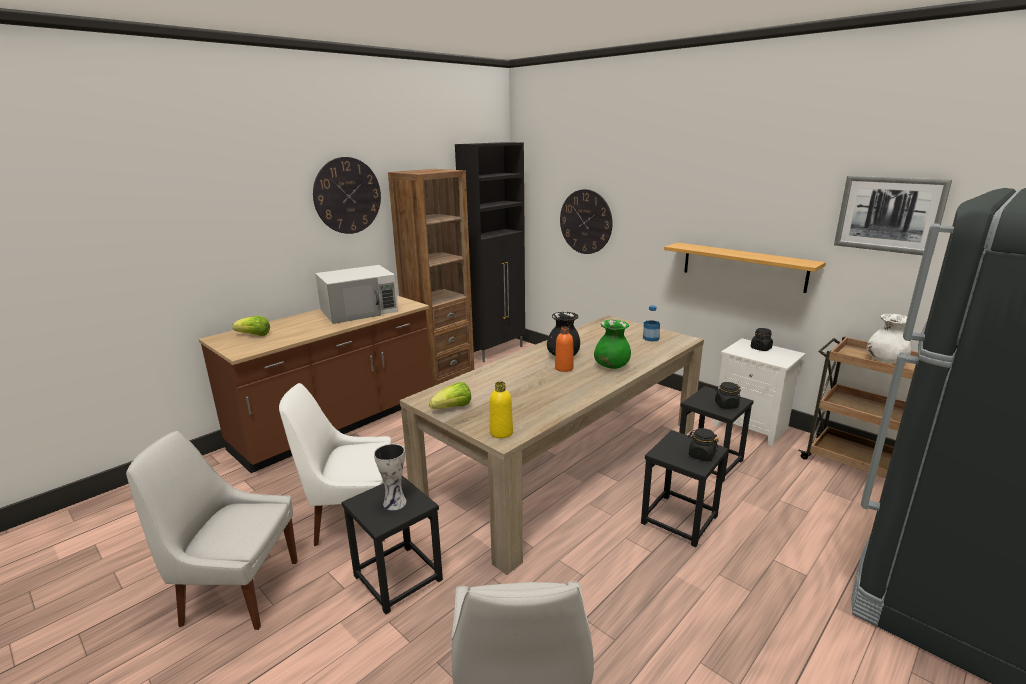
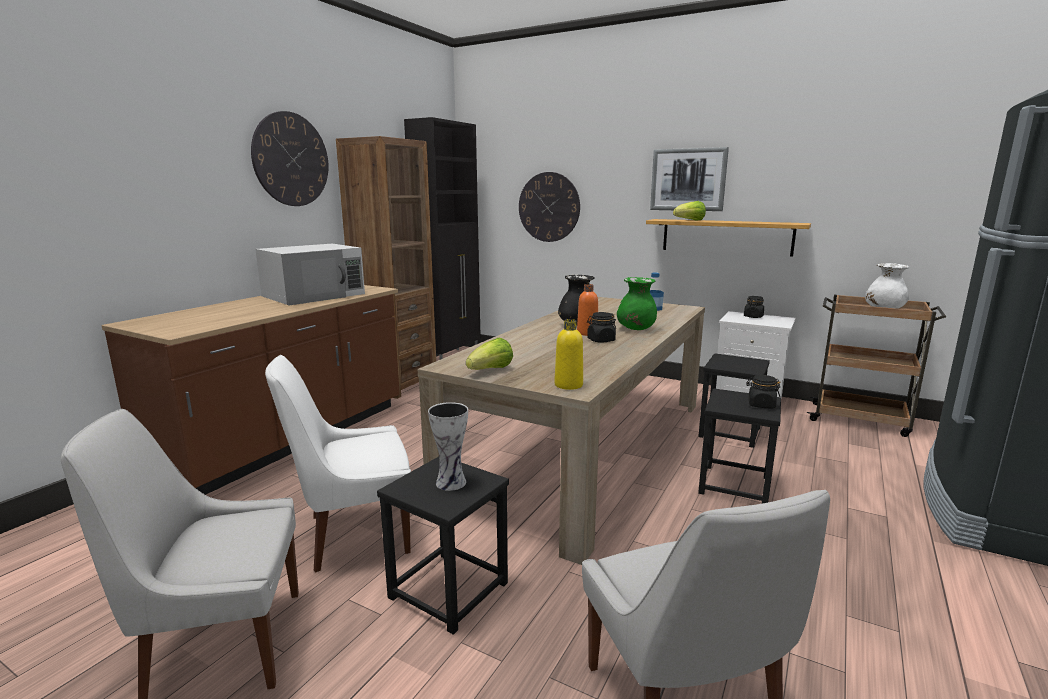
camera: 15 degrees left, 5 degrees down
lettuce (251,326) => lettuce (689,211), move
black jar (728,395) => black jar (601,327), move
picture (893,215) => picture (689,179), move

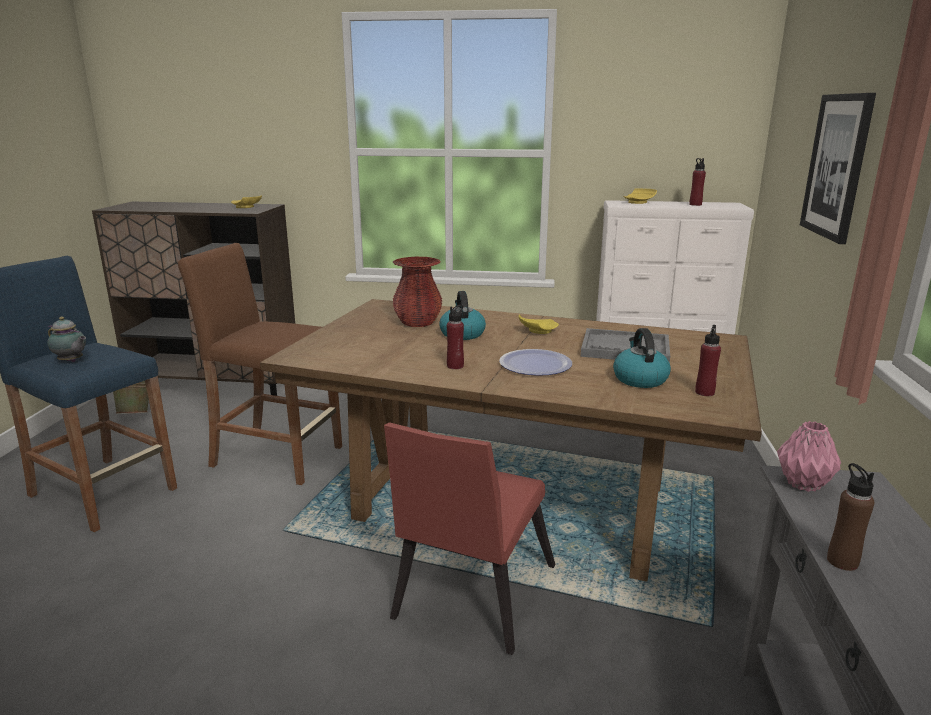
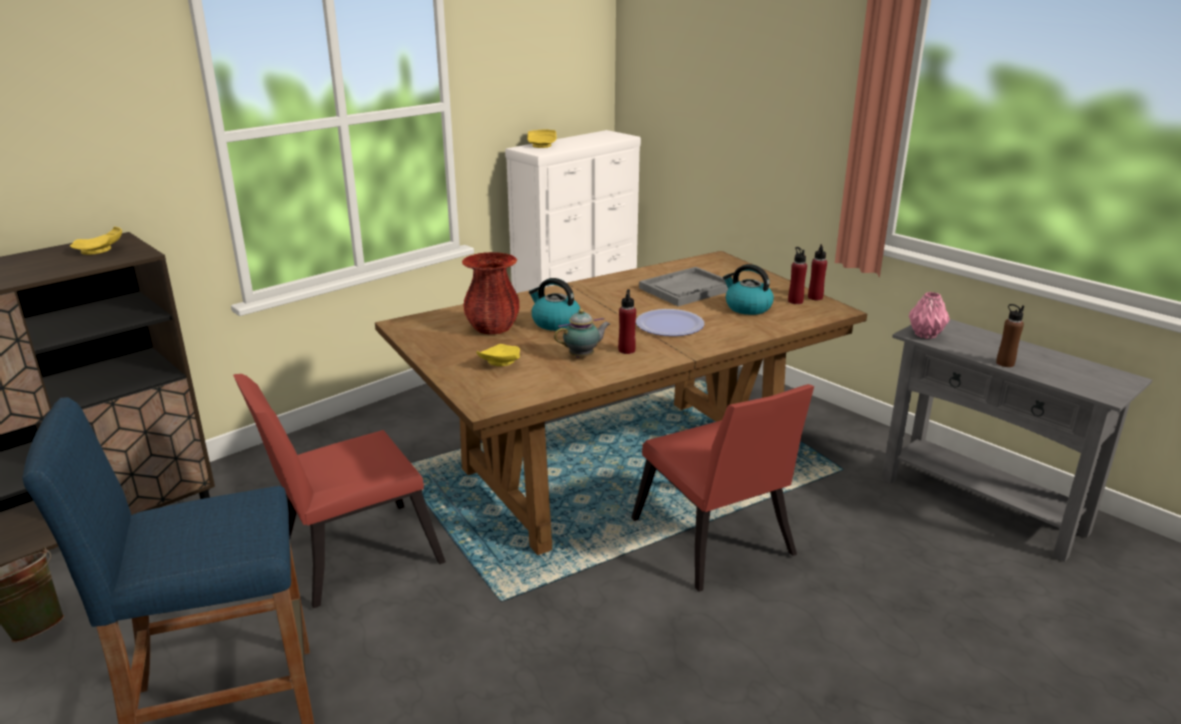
camera: 50 degrees left, 5 degrees up
teapot (66,339) => teapot (582,333), move
brown stool (260,364) => red chair (339,491)
yellow plate (539,324) => yellow plate (498,355), move
red bottle (697,182) => red bottle (817,272), move
picture (838,168) => nothing

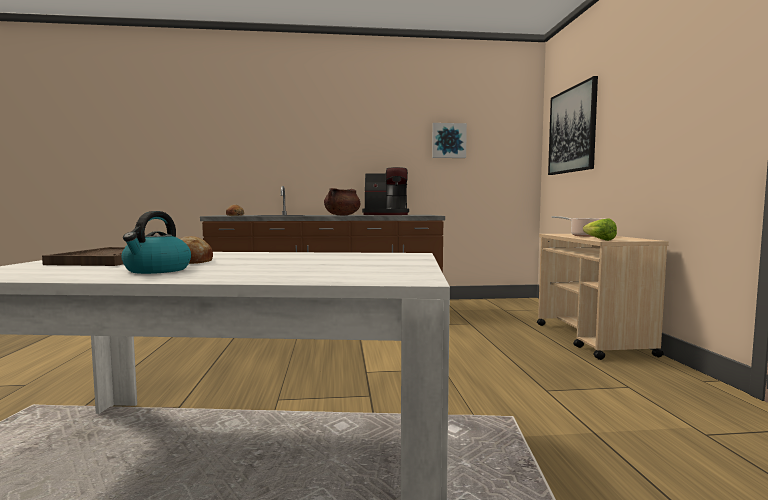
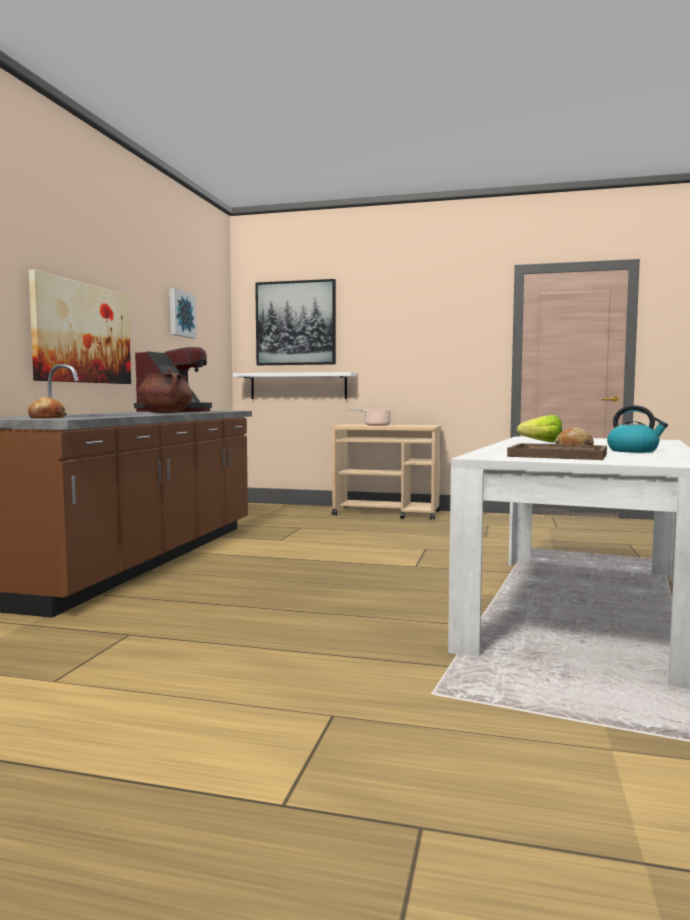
camera: 70 degrees left, 0 degrees up
lettuce (600,230) => lettuce (539,428), move
nothing => picture (79,327)
nothing => white shelf (295,385)

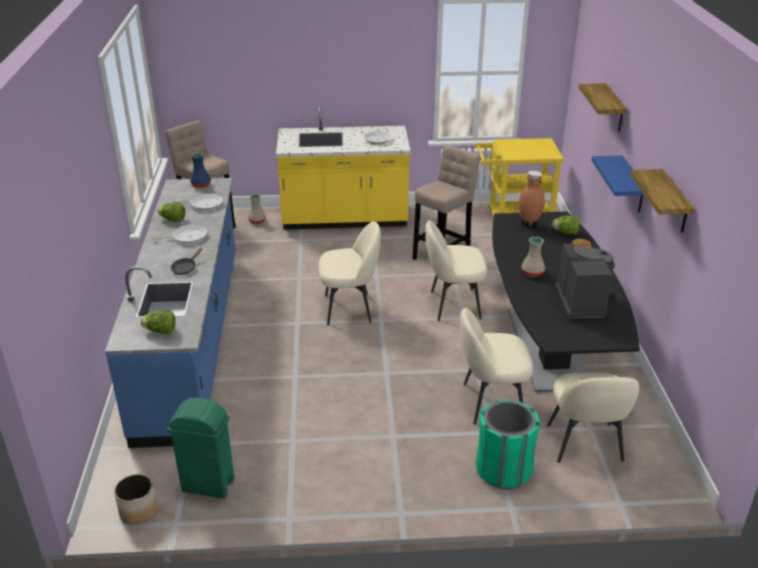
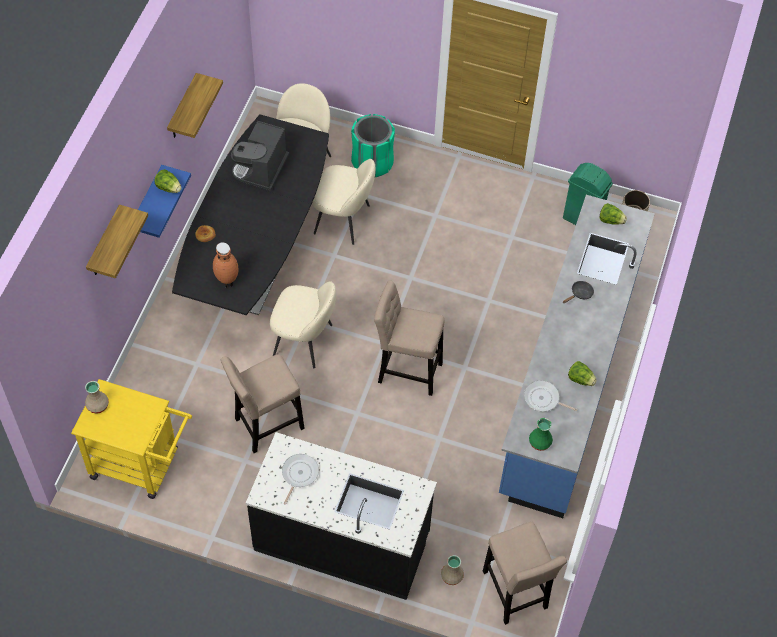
camera: 160 degrees left, 25 degrees up
frying pan (179,234) => nothing
blue vase (200,170) => green vase (541,434)
yellow counter (343,168) => black counter (341,516)
beige chair (350,273) => beige stool (409,338)
beige vase (533,257) => beige vase (97,397), move
lettuce (566,225) => lettuce (168,181), move

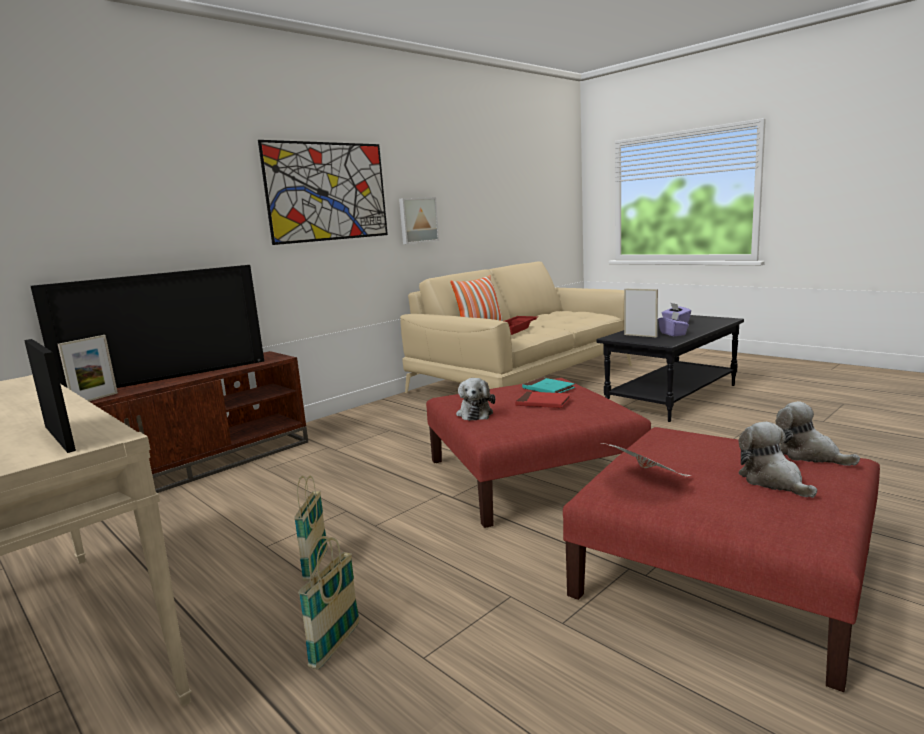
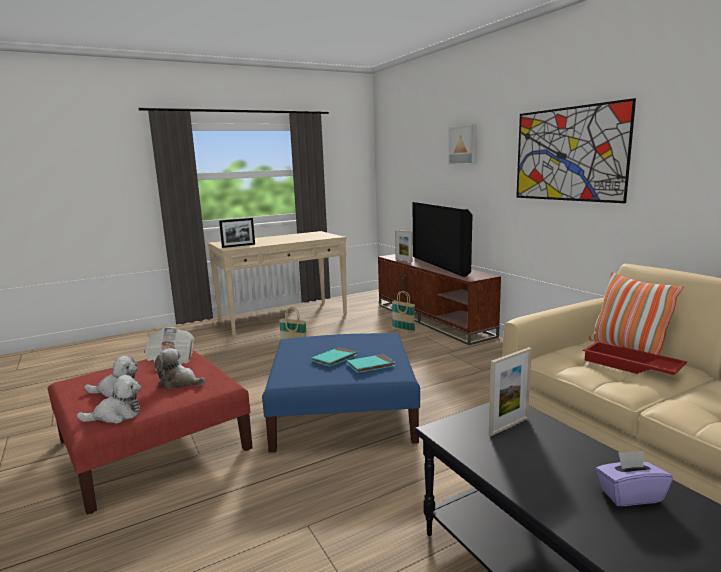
camera: 105 degrees right, 0 degrees up
basket (329,602) => basket (403,312), move
picture (419,220) => picture (462,144), move
red ottoman (538,453) => blue ottoman (341,392)
plush toy (475,399) => plush toy (179,368), move
red book (543,400) => turquoise book (334,357)
purple tissue box (673,323) => nothing

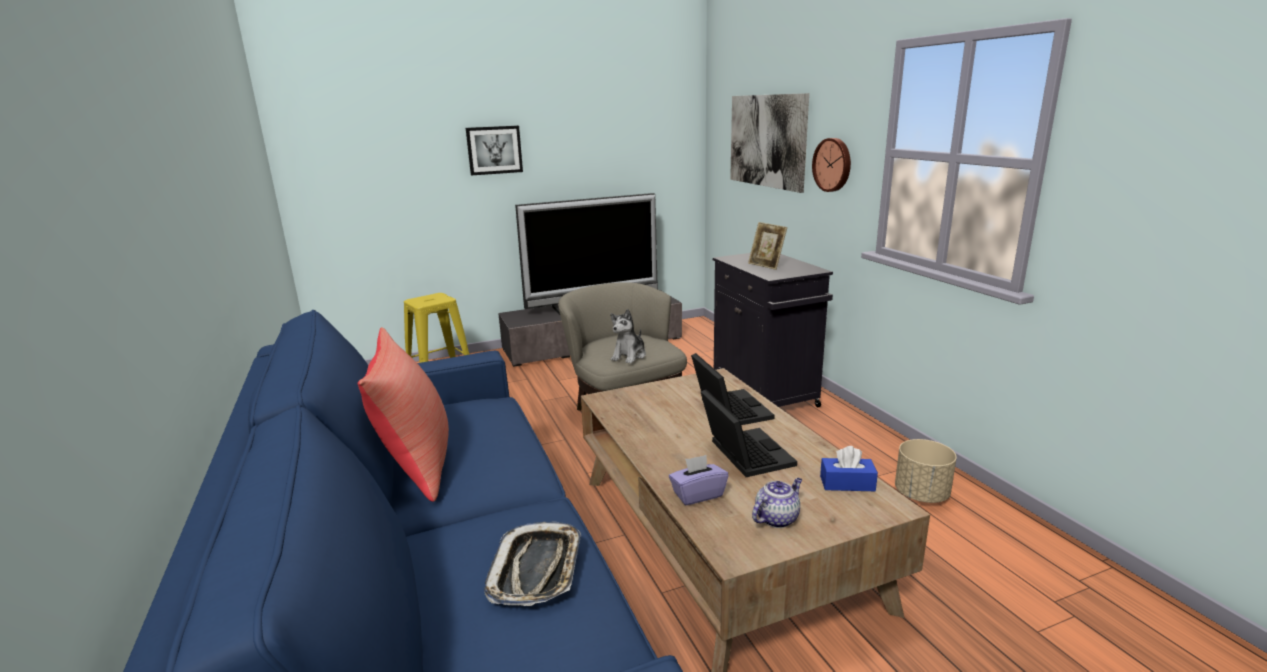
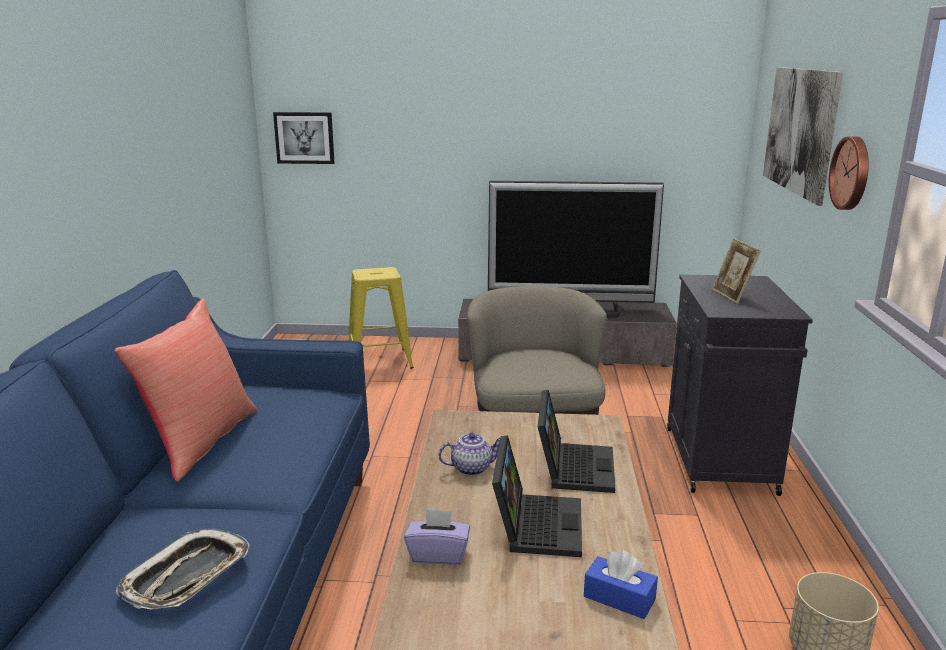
camera: 25 degrees right, 0 degrees up
picture (494,151) => picture (303,138), move
plush toy (628,336) => nothing
teapot (777,503) => teapot (469,454), move

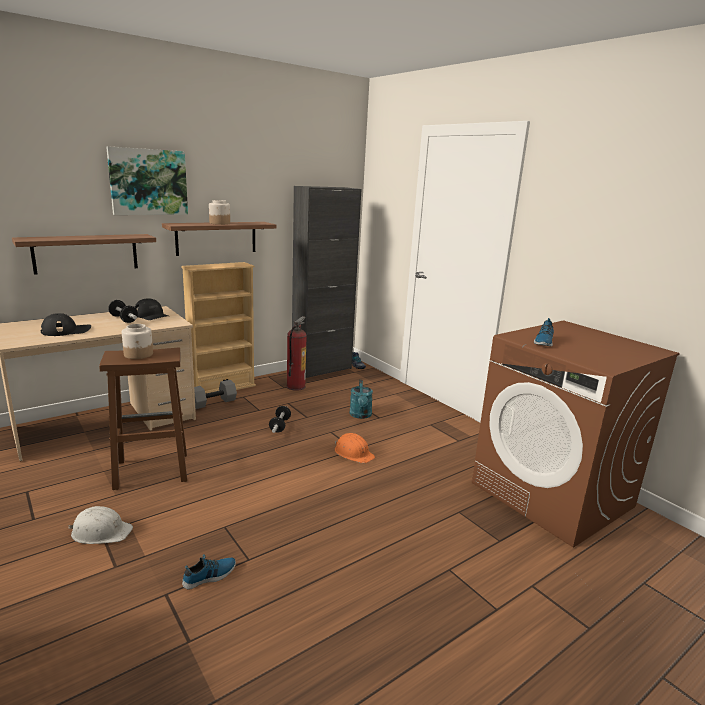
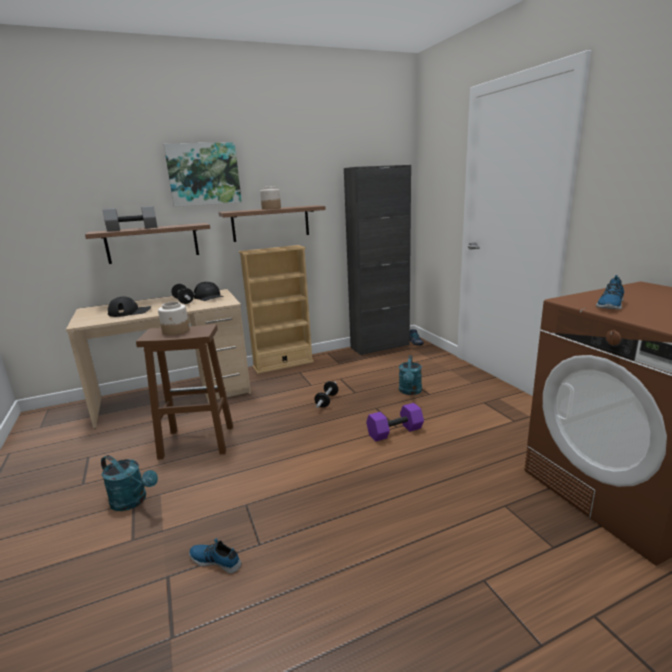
camera: 15 degrees right, 0 degrees up
white hard hat (100,525) => turquoise watering can (129,483)
shoe (209,572) => shoe (215,555), 135 degrees counterclockwise
grey dumbbell (215,394) => grey dumbbell (130,218), move
fire extinguisher (297,353) => nothing
orange hard hat (355,448) => purple dumbbell (395,422)

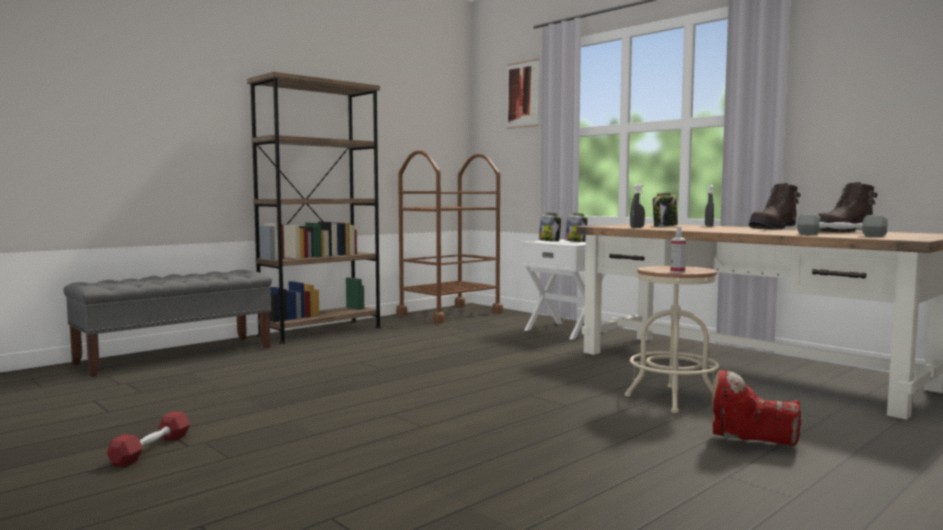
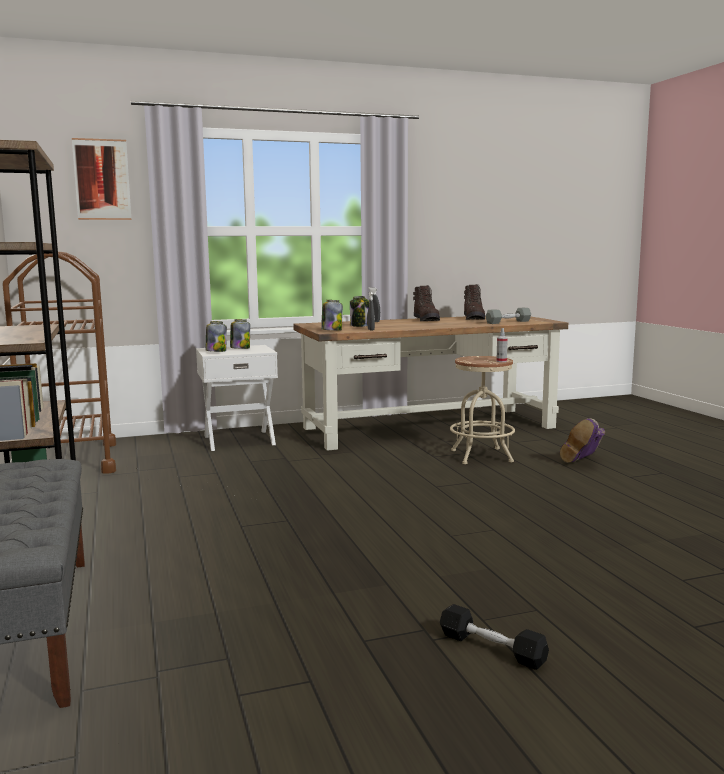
camera: 65 degrees left, 5 degrees up
red dumbbell (148,439) => black dumbbell (494,637)
red boot (756,408) => purple boot (582,440)
nothing => jar (332,315)

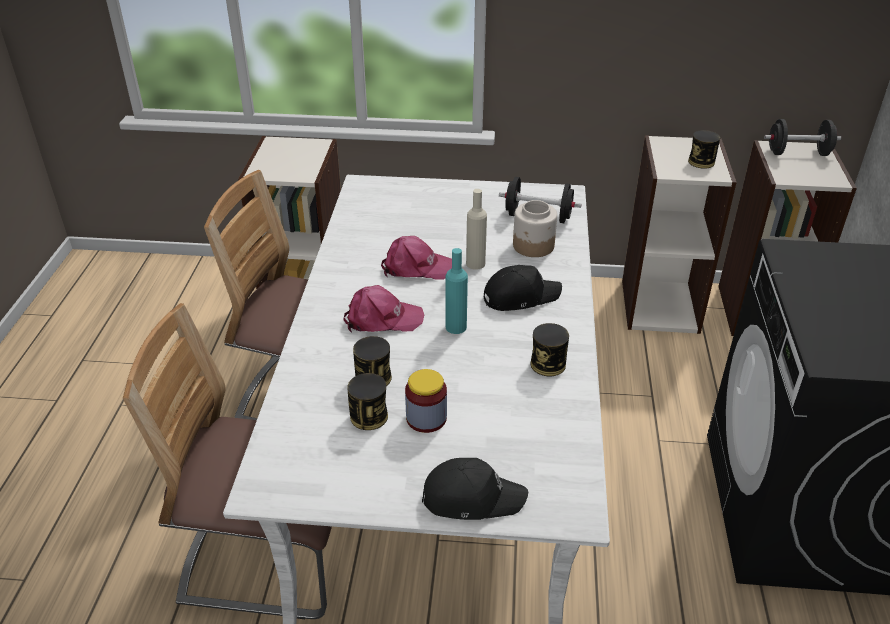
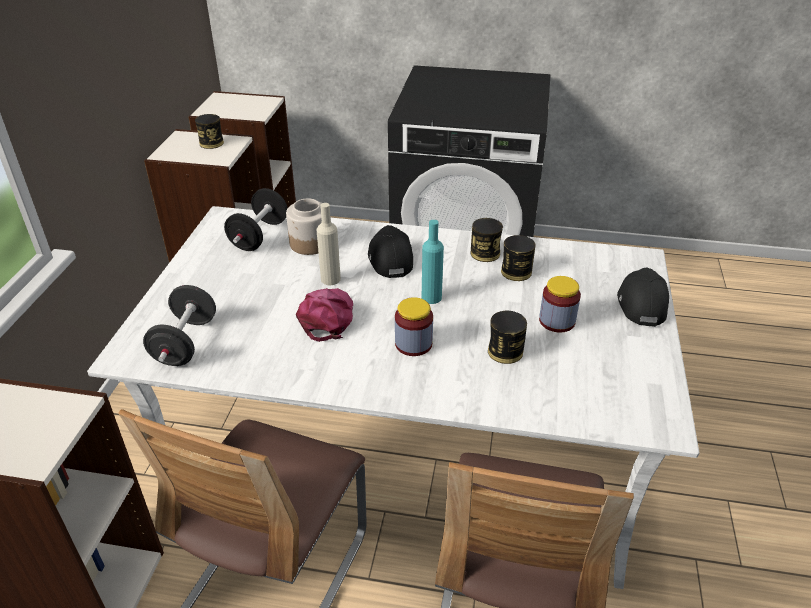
camera: 85 degrees left, 0 degrees up
pink cap (383,309) => jar (414,326)
can (367,401) => can (518,258), move
black dumbbell (802,137) => black dumbbell (179,325), move

